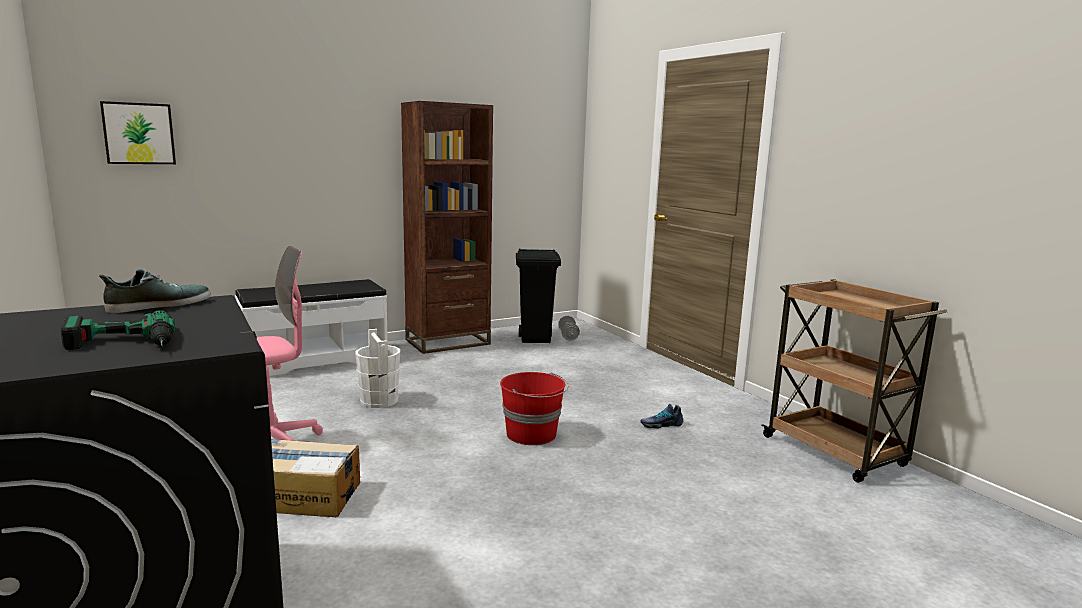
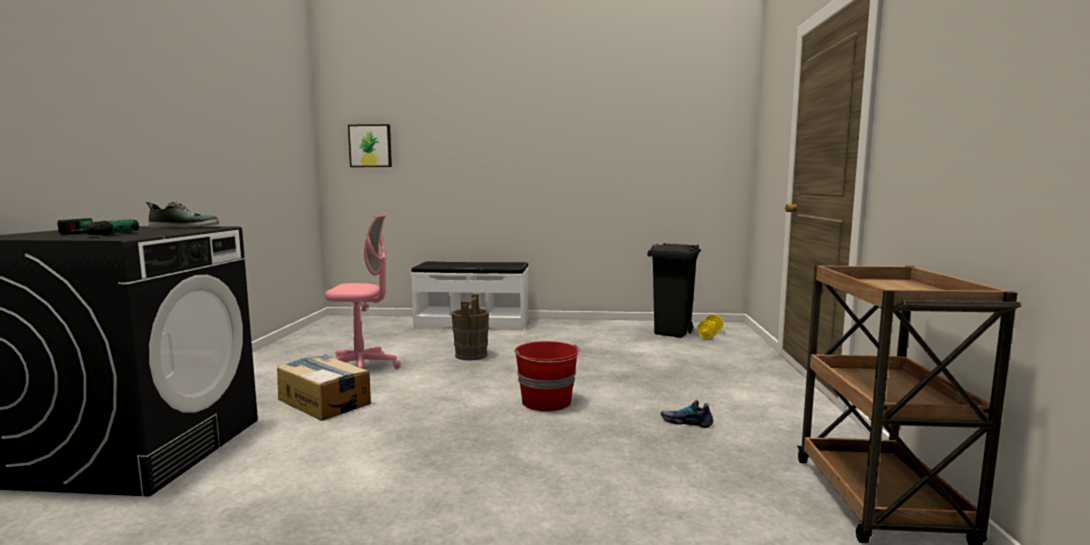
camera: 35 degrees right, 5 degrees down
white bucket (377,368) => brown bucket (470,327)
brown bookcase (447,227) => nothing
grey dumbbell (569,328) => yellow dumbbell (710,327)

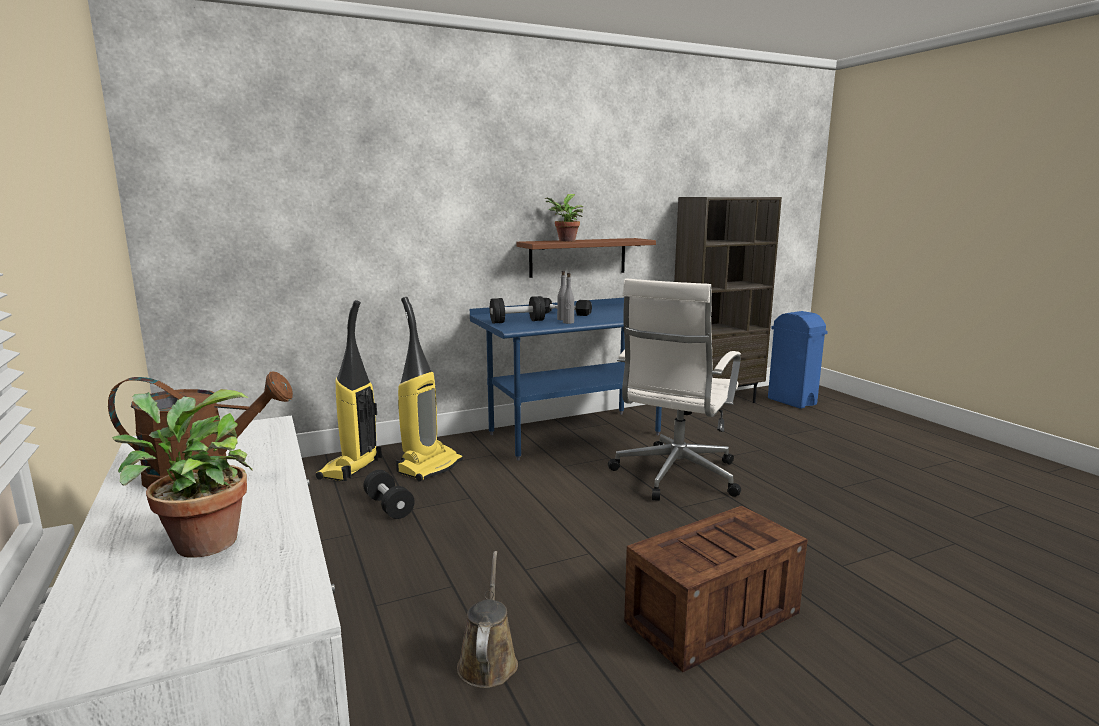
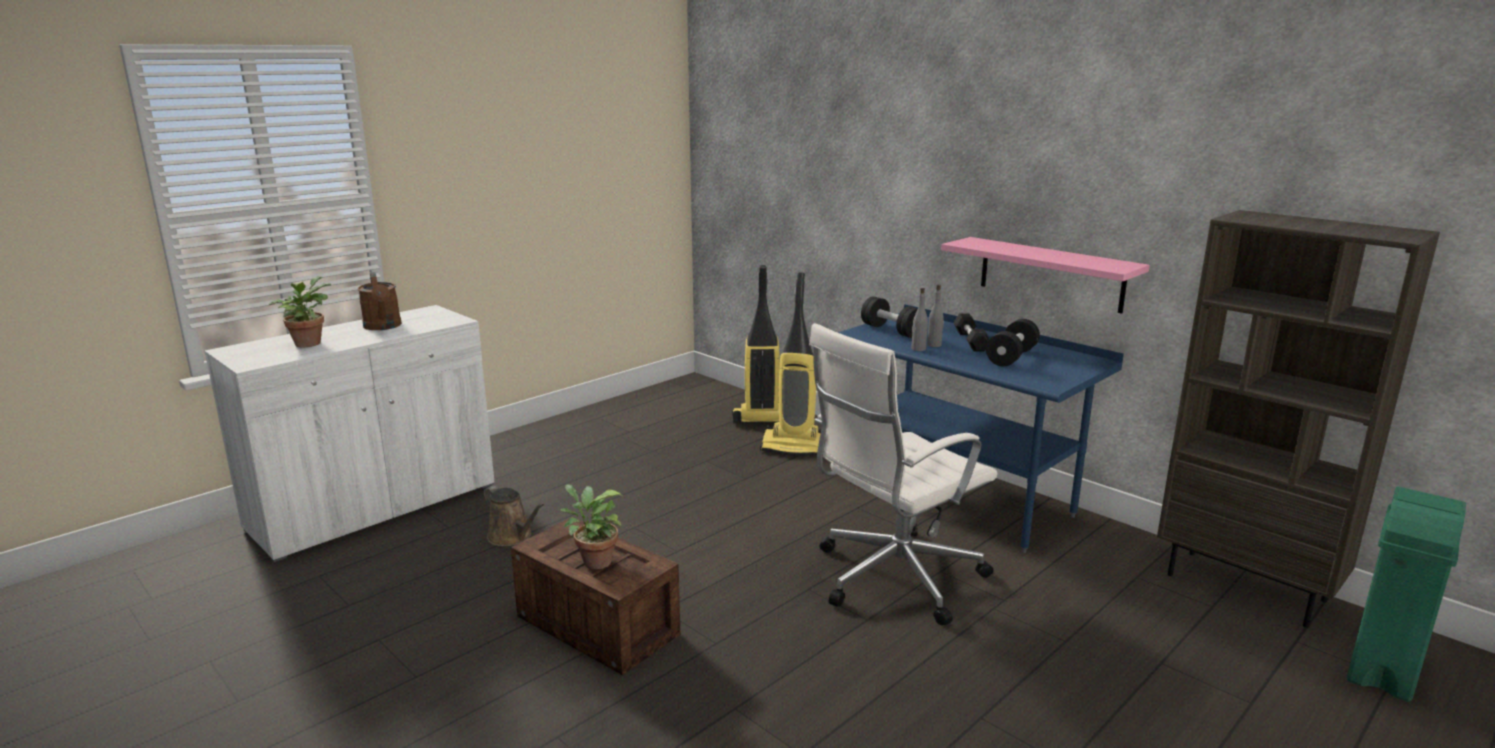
camera: 70 degrees right, 5 degrees up
black dumbbell (389,494) => black dumbbell (1013,342), move
brown watering can (487,619) => brown watering can (514,515), 60 degrees clockwise
brown shelf (586,258) => pink shelf (1045,275)
potted plant (563,218) => potted plant (591,526), move
white office chair (674,390) => white office chair (903,474), 45 degrees counterclockwise
blue trash can (798,360) => green trash can (1406,594)

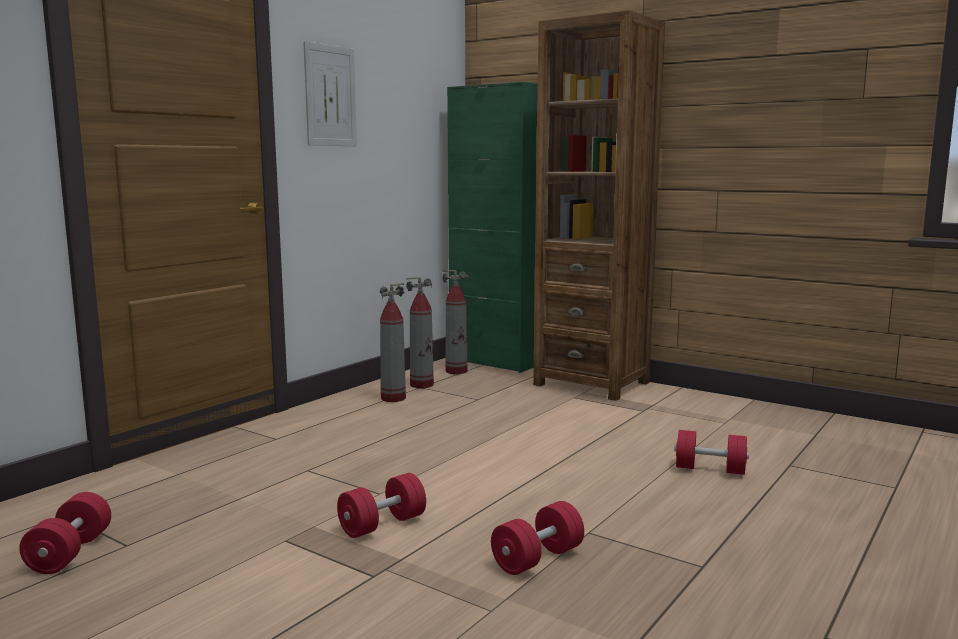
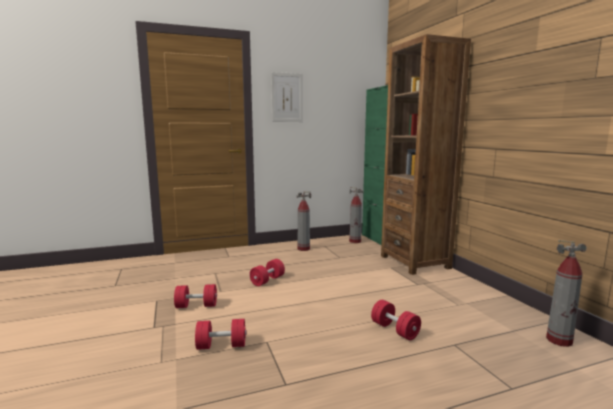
camera: 35 degrees right, 0 degrees up
red dumbbell (65,533) => red dumbbell (267,272), move
fire extinguisher (420,332) => fire extinguisher (566,293), move

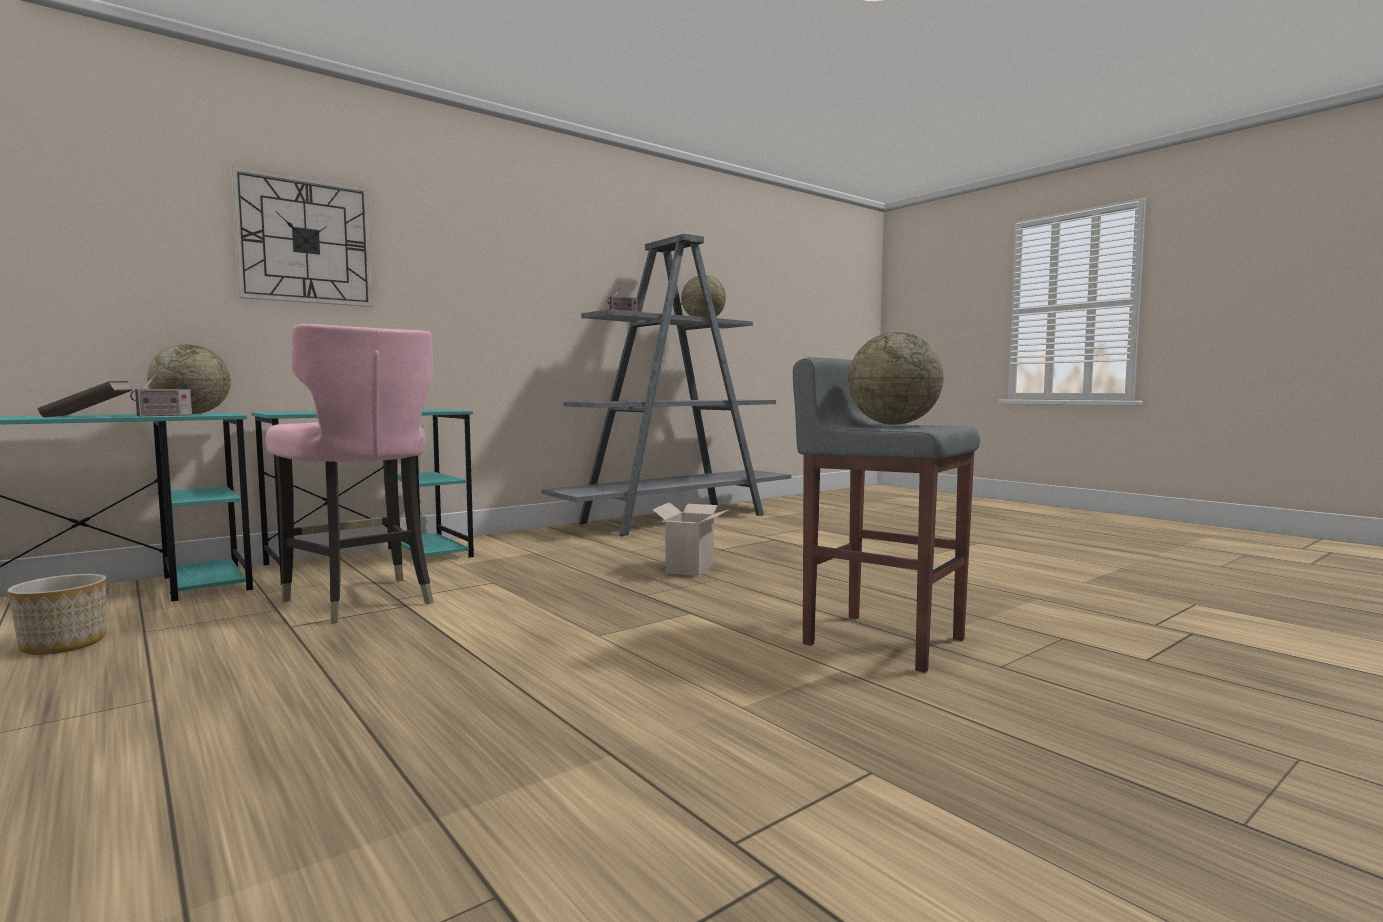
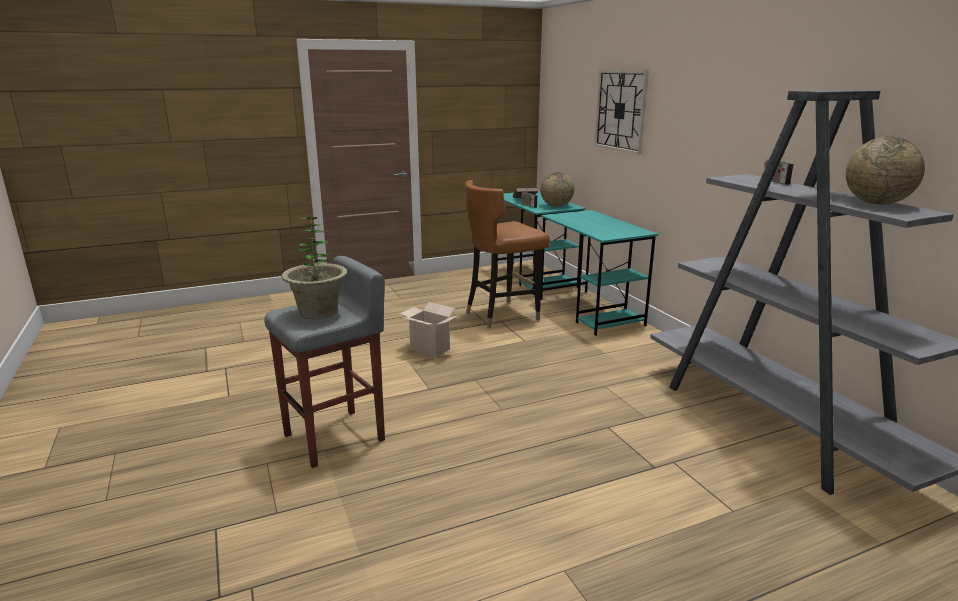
camera: 105 degrees right, 15 degrees up
planter (56,614) => nothing
pink chair (349,474) => brown chair (507,254)
cardboard box (690,539) => cardboard box (428,330), move
globe (896,378) => potted plant (314,268)

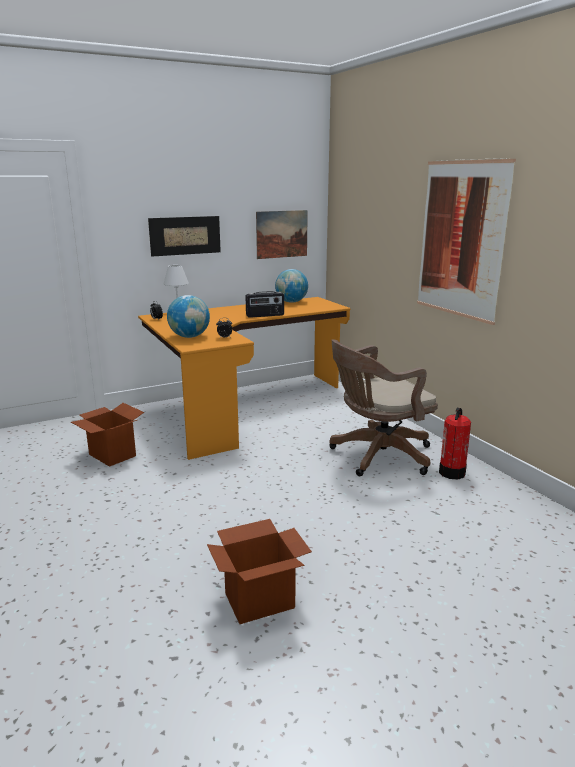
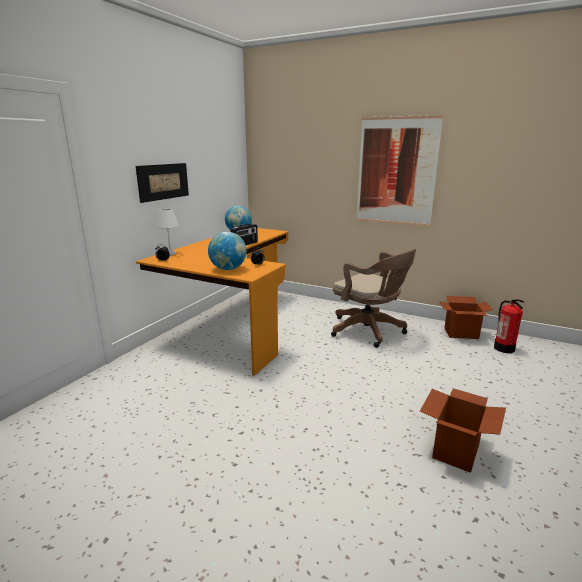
camera: 35 degrees left, 0 degrees up
cardboard box (107,435) => cardboard box (466,317), move
picture (282,234) => nothing
brown office chair (383,407) => brown office chair (373,298), 75 degrees counterclockwise
fire extinguisher (455,443) => fire extinguisher (509,326), move

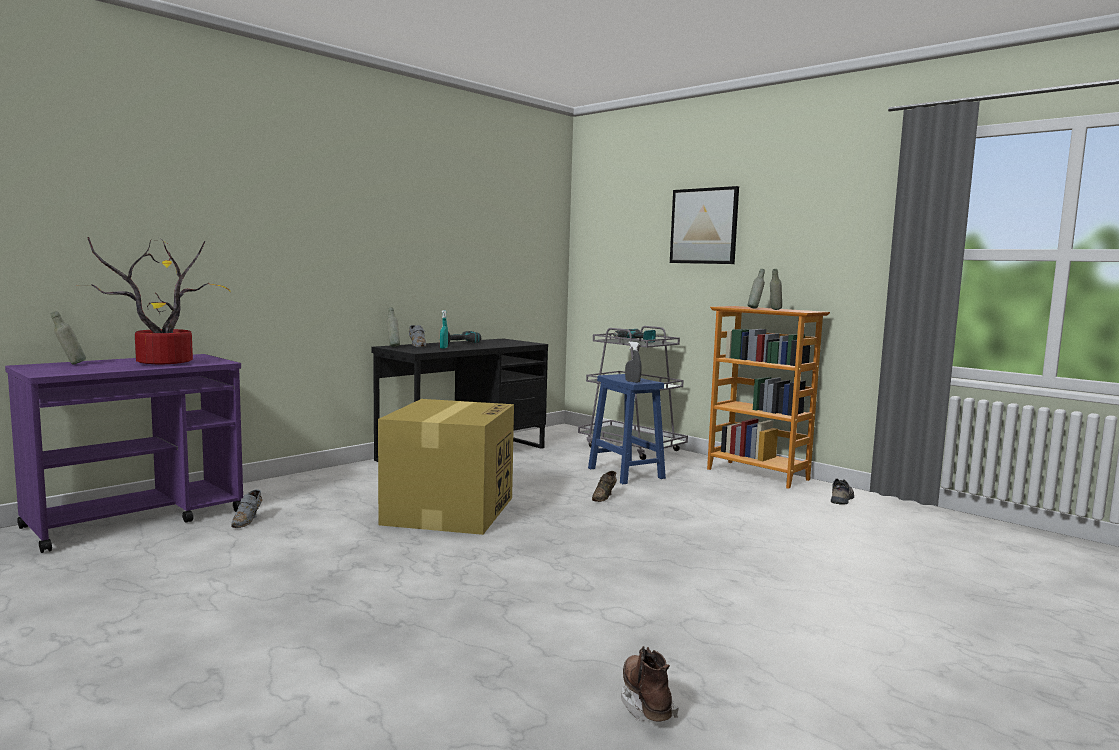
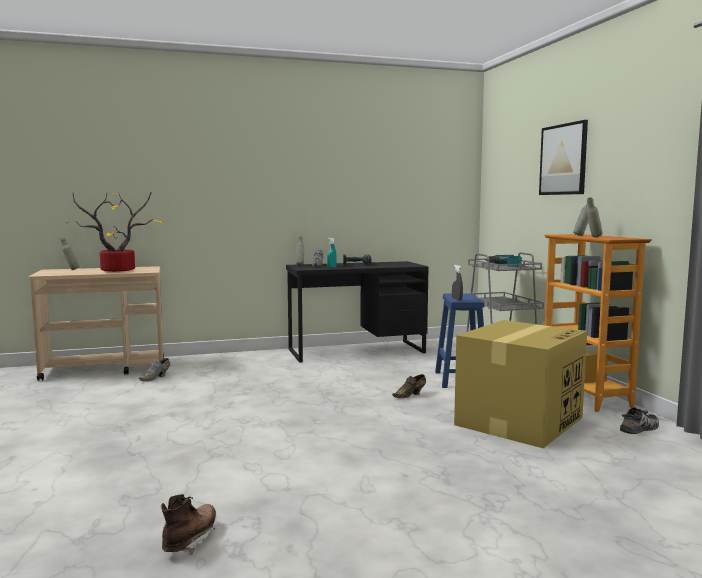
camera: 30 degrees right, 0 degrees up
purple cart (124,453) => beige cart (96,323)
cardboard box (446,467) => cardboard box (520,384), move

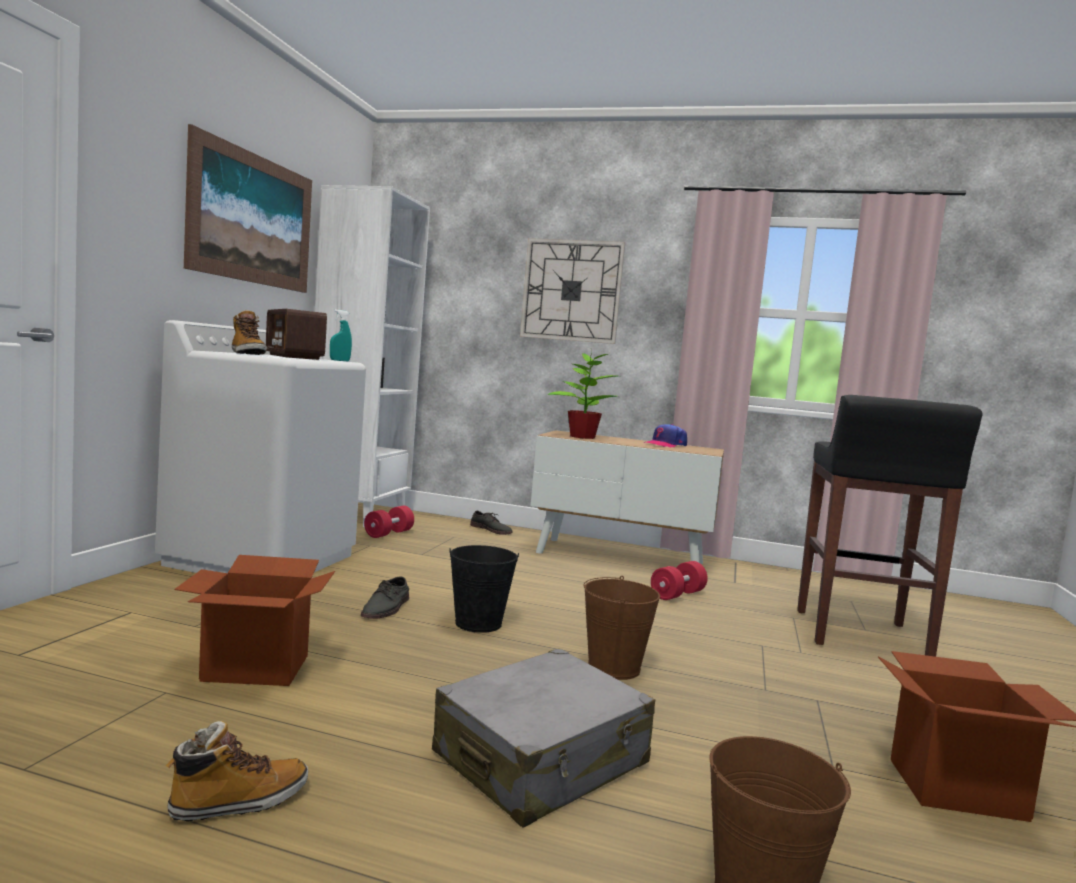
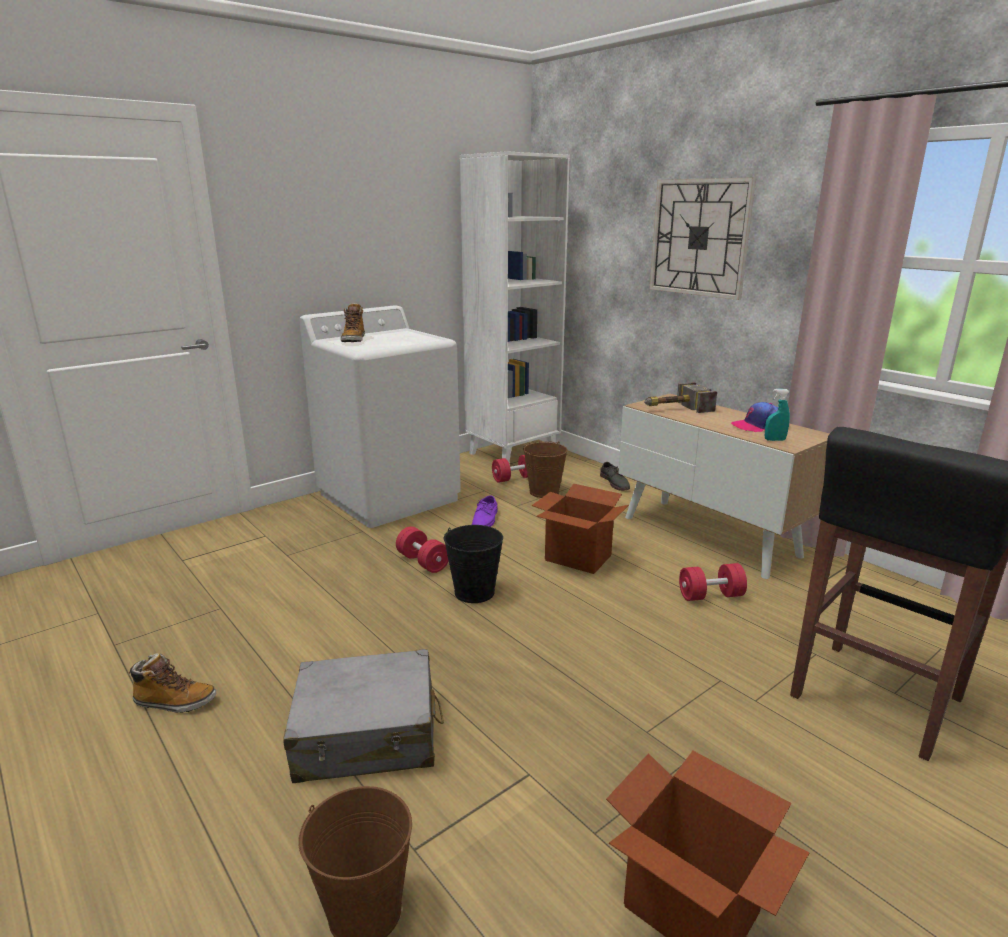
camera: 35 degrees right, 15 degrees up
cardboard box (254,620) => cardboard box (580,529), move
picture (248,208) => nothing
radio (296,334) => nothing
turquoise spray bottle (341,335) => turquoise spray bottle (777,415), move
grey shoe (385,597) => red dumbbell (422,550)
potted plant (582,395) => hammer (680,397)
brown bucket (622,628) => brown bucket (545,469), move
nothing => purple shoe (485,511)

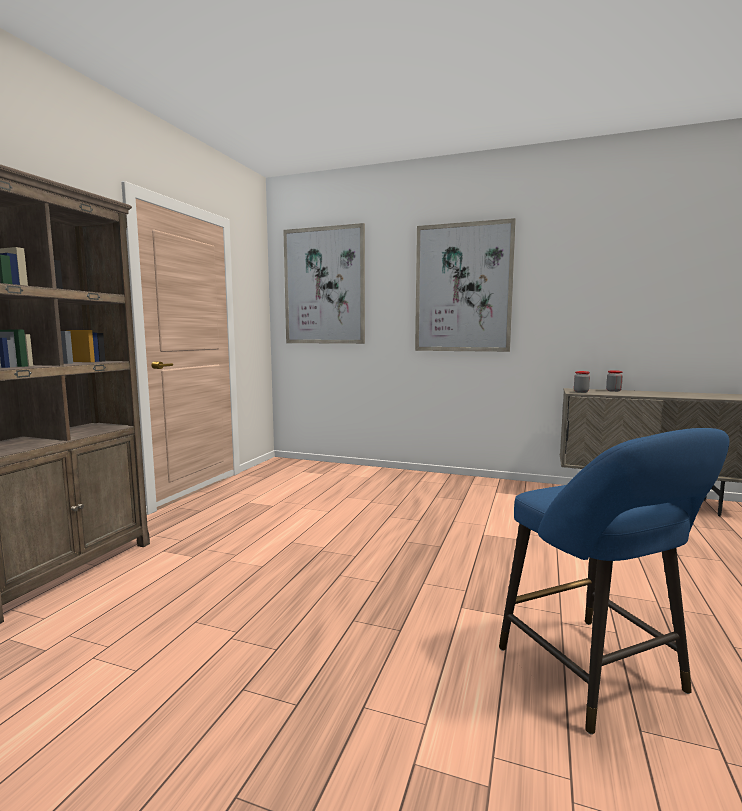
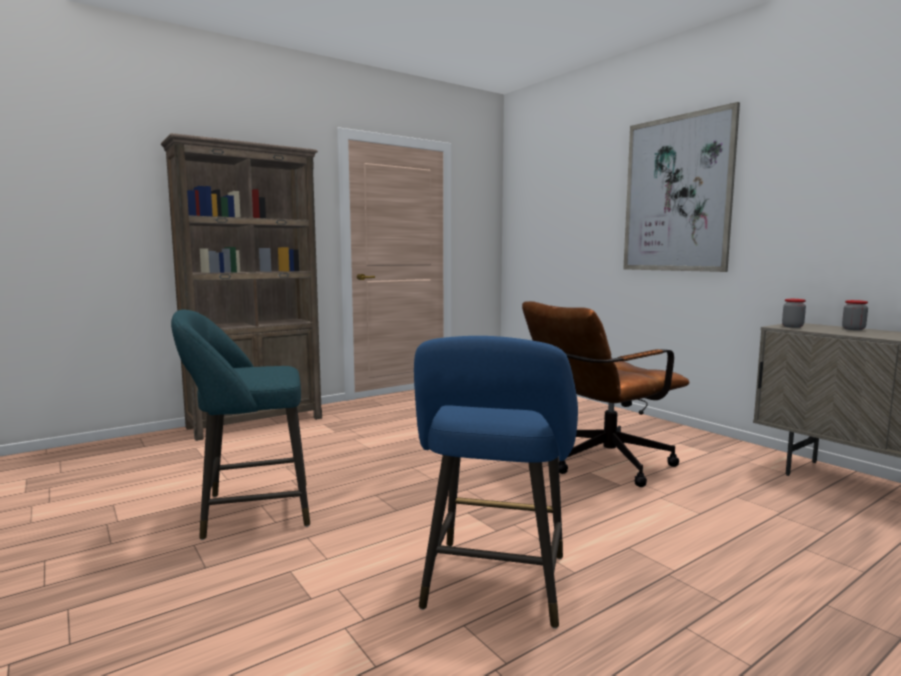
camera: 35 degrees right, 0 degrees up
picture (324,283) => nothing
nothing => turquoise stool (240,425)
nothing => brown office chair (605,394)

